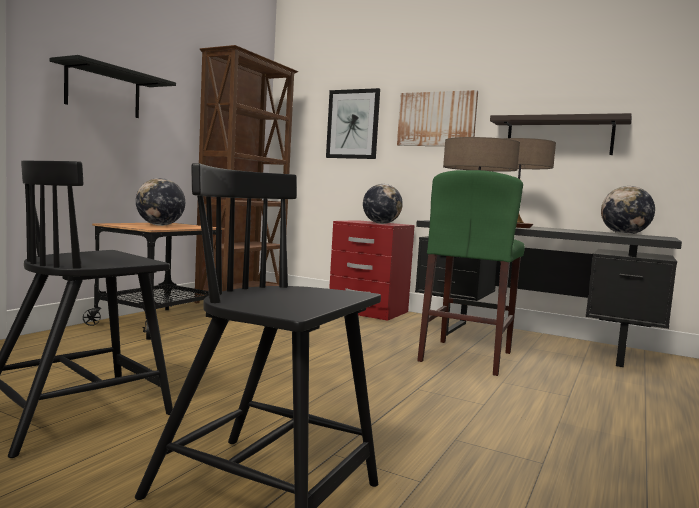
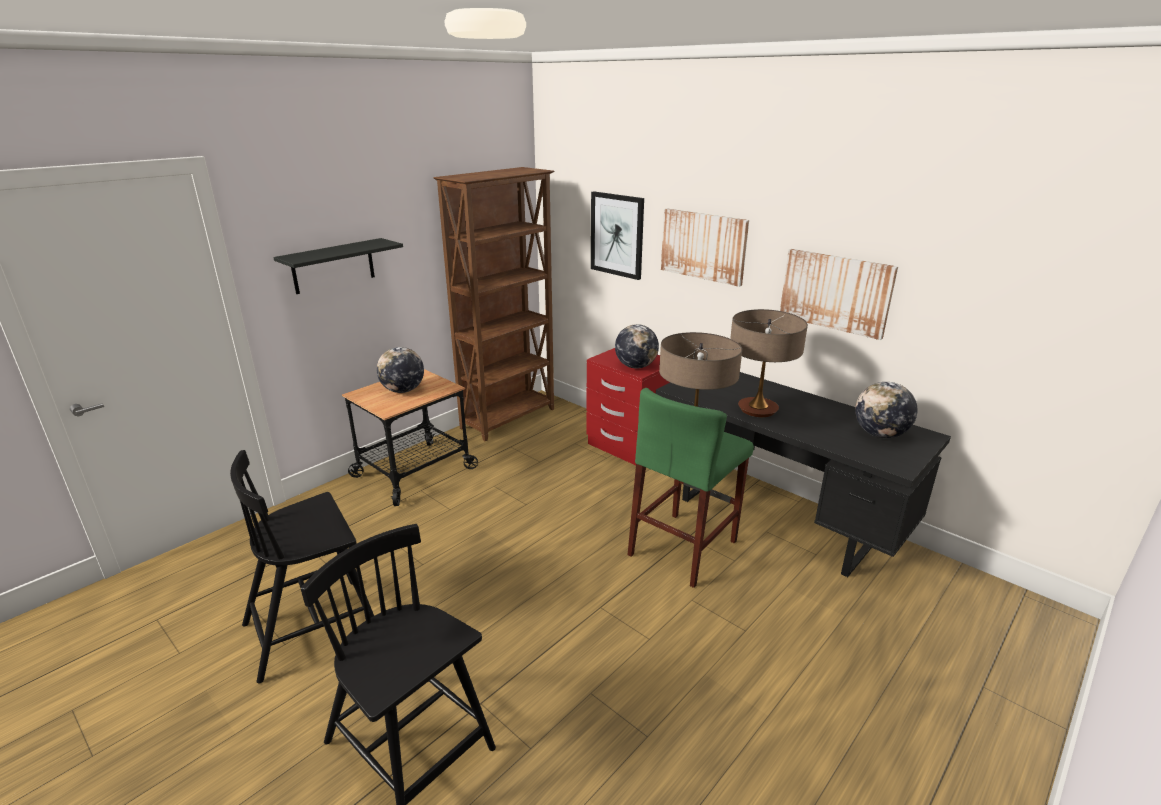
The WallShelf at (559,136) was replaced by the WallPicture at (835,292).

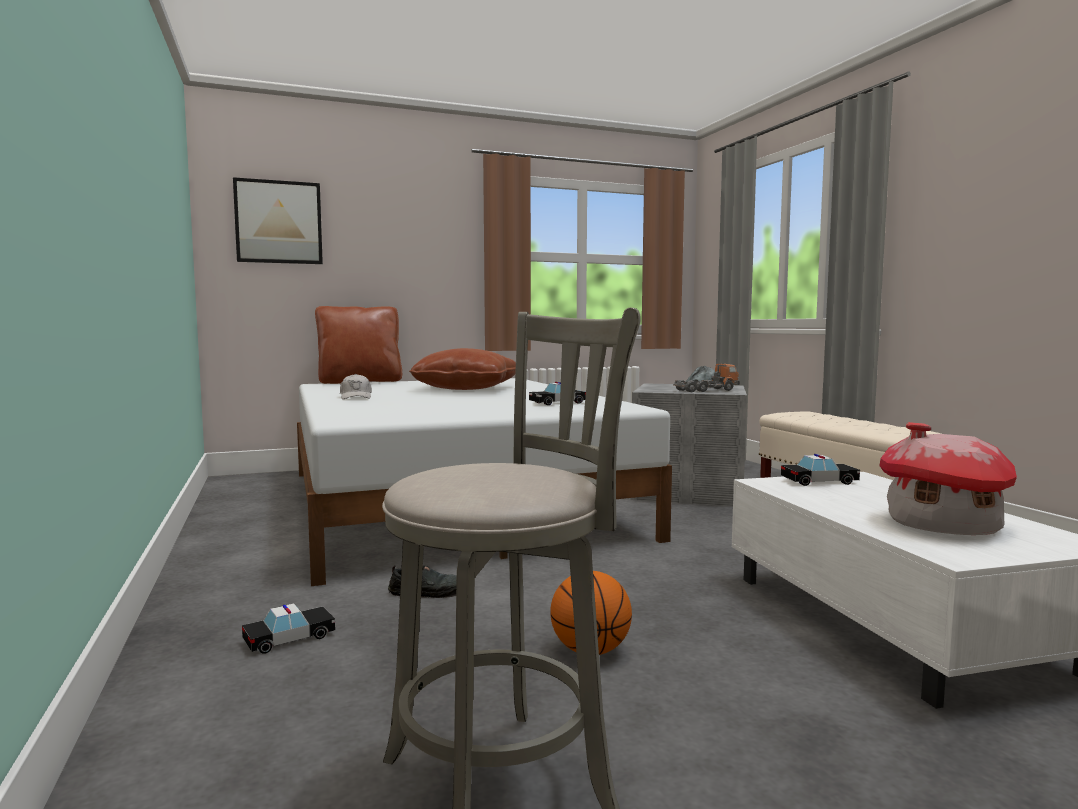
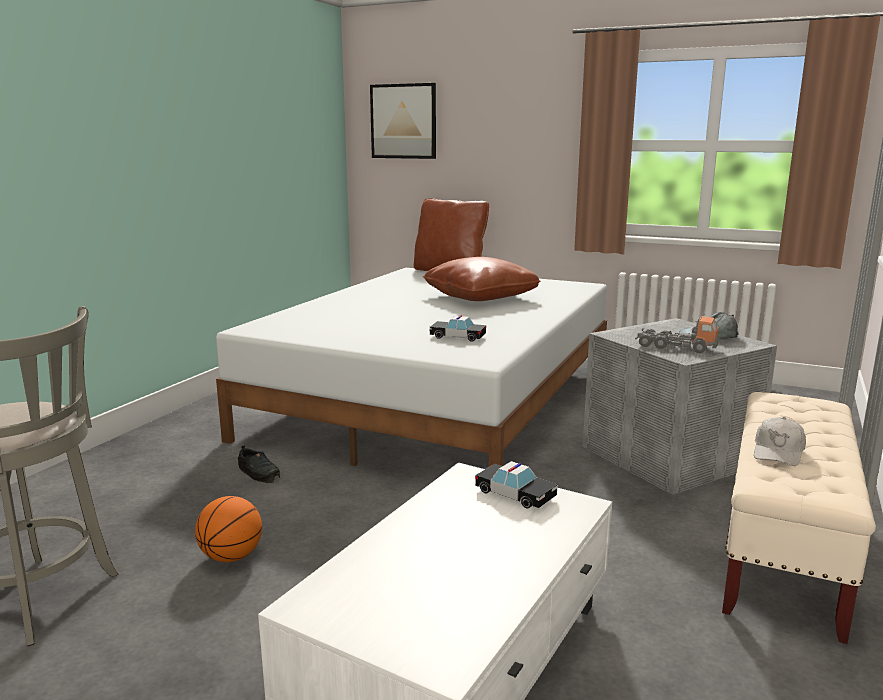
The ModelCar at (289,638) disappeared.
The WhiteColouredCap moved from (356,397) to (778,452).
The ToyHouse at (942,525) disappeared.

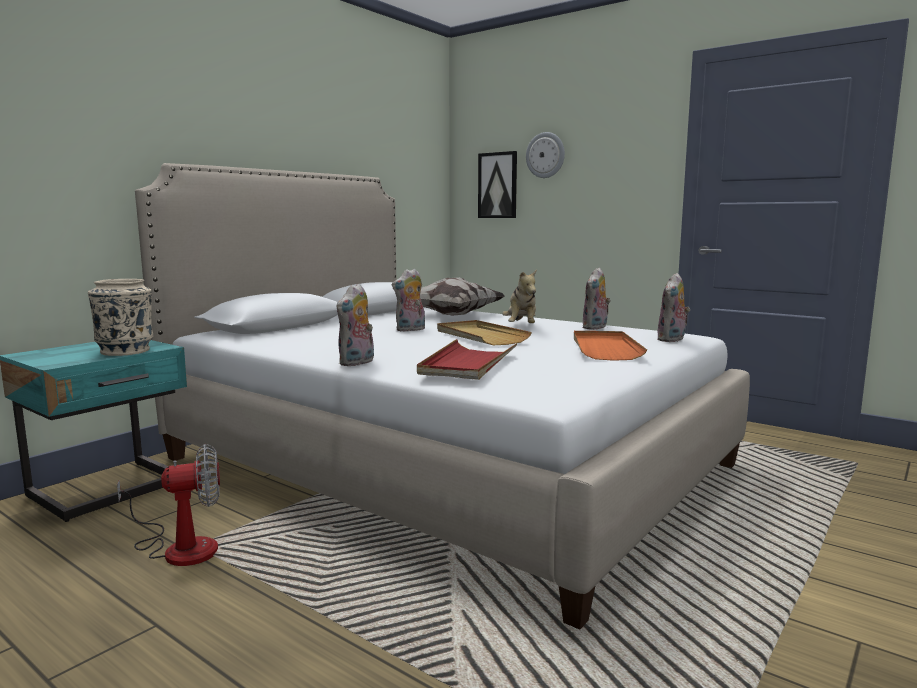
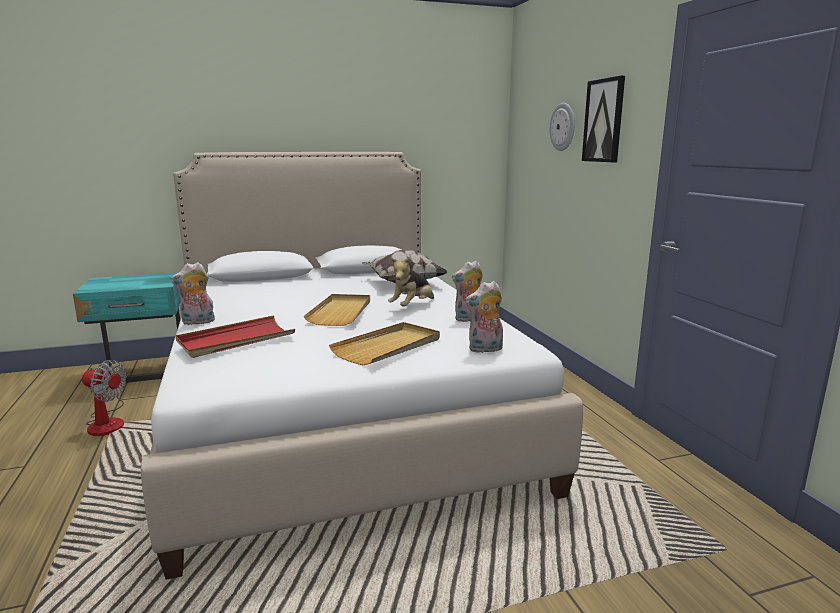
The BeigeFlowerVase at (126,351) disappeared.
The CuddlyToy at (410,330) disappeared.
The WallPicture moved from (498,185) to (604,121).
The OrangeyServingTray at (604,348) became the BeigeServingTray at (388,347).

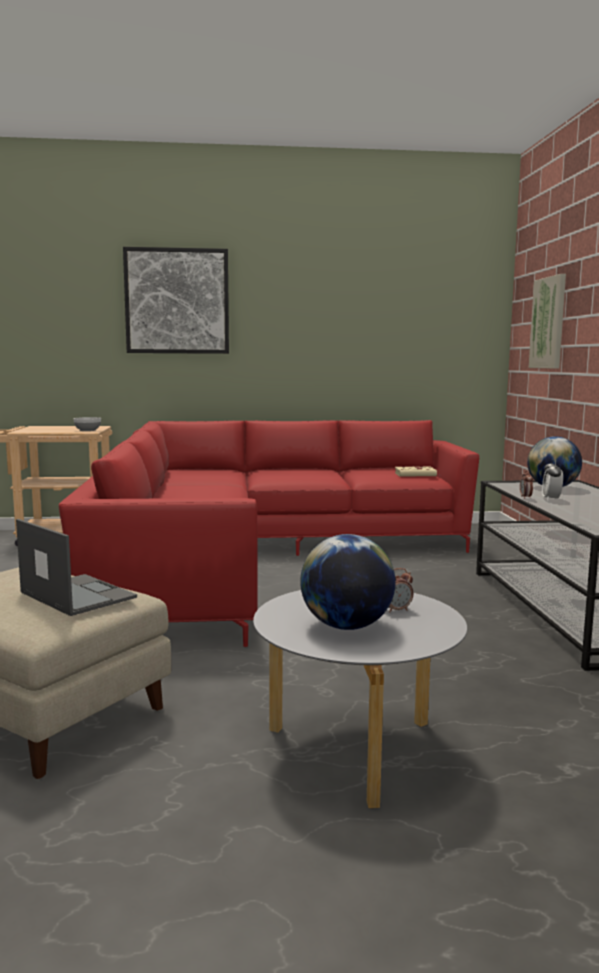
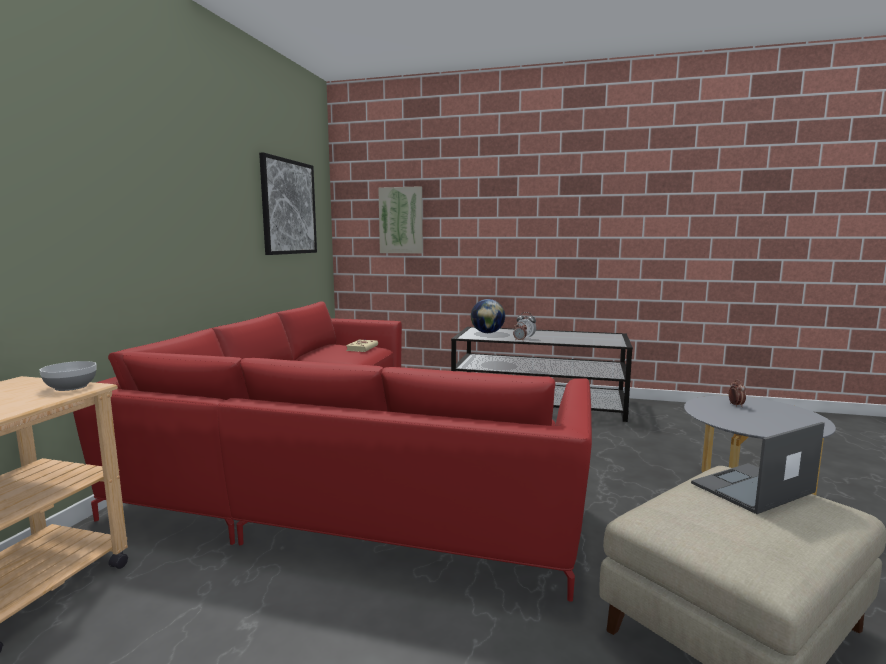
The WallPicture moved from (177,301) to (288,207).
The DeskGlobe at (346,626) disappeared.

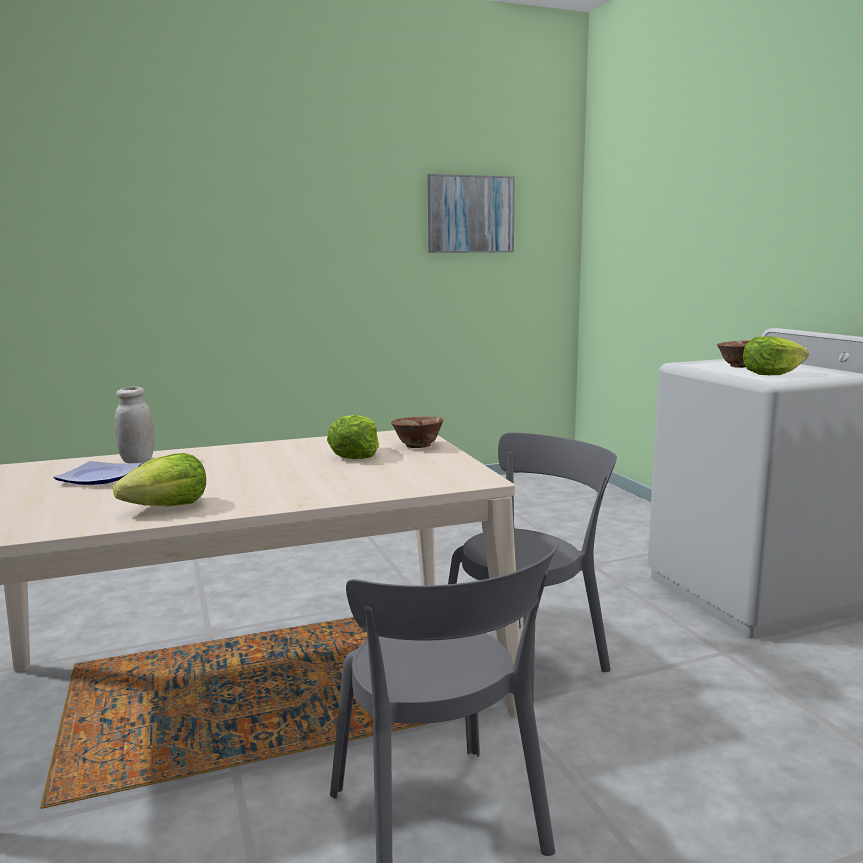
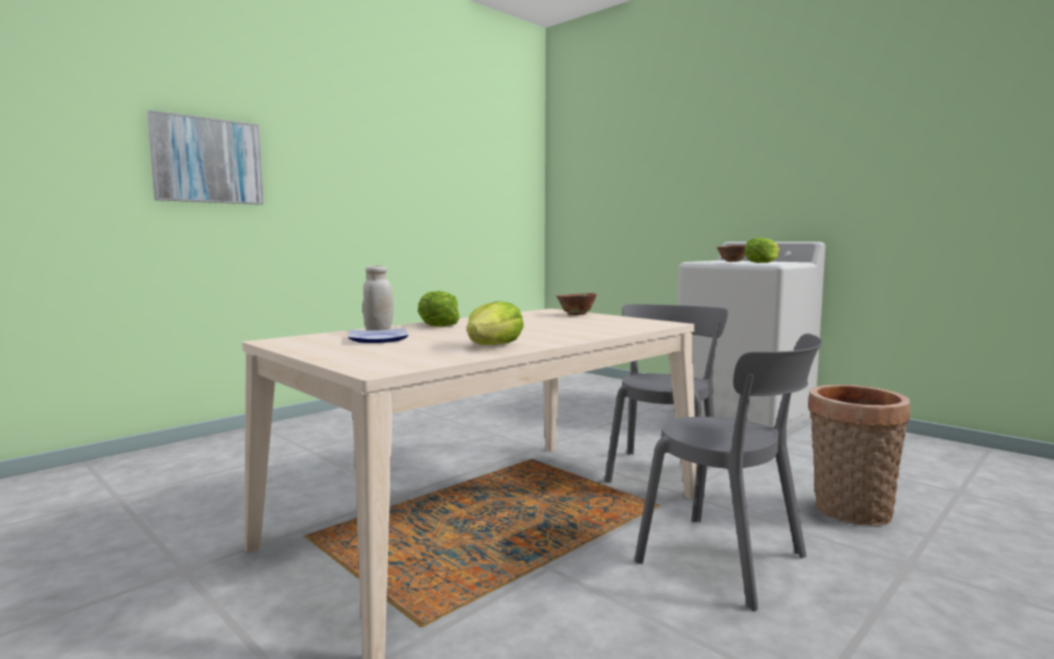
The HeadOfLettuce moved from (355,455) to (437,325).
The WallPicture moved from (470,214) to (207,160).
The Basket at (849,513) appeared.

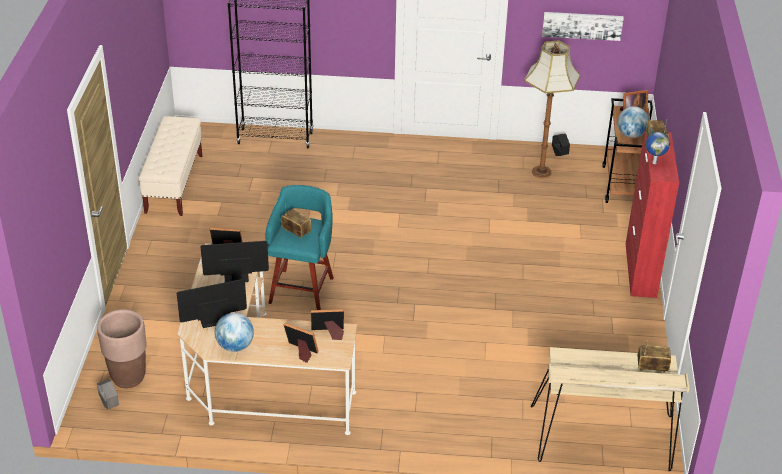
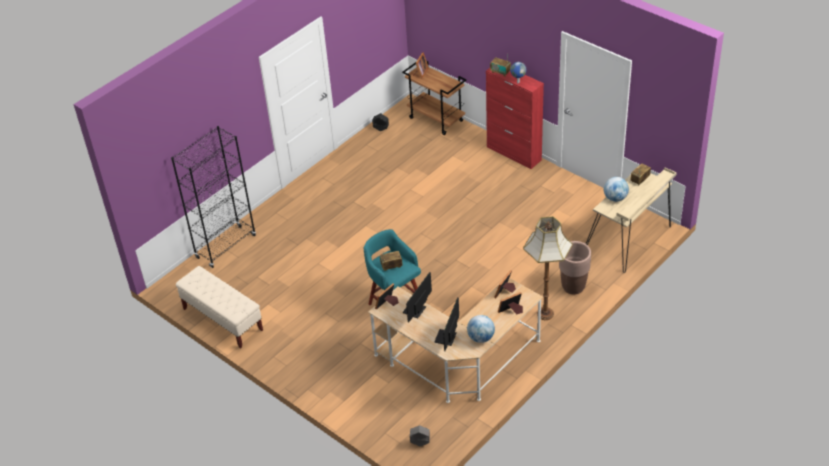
The BrownColouredPlanter moved from (128,377) to (573,287).
The StandingLamp moved from (542,173) to (546,314).
The WallPicture at (582,25) disappeared.
The DeskGlobe moved from (631,135) to (615,198).

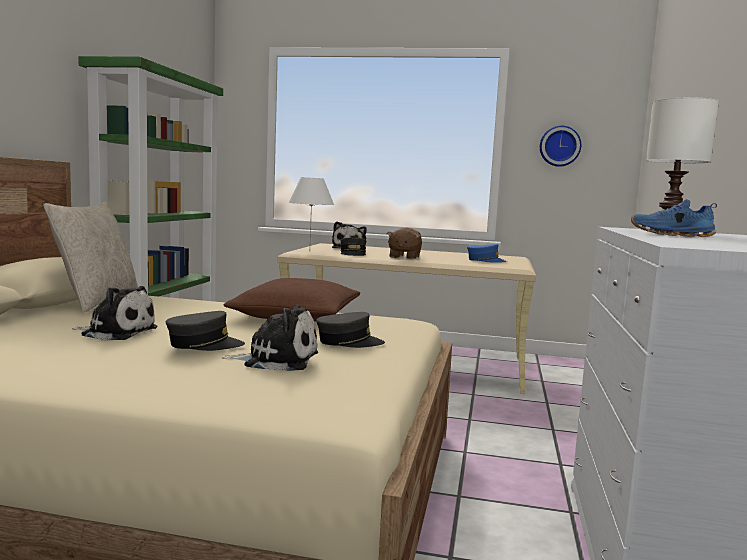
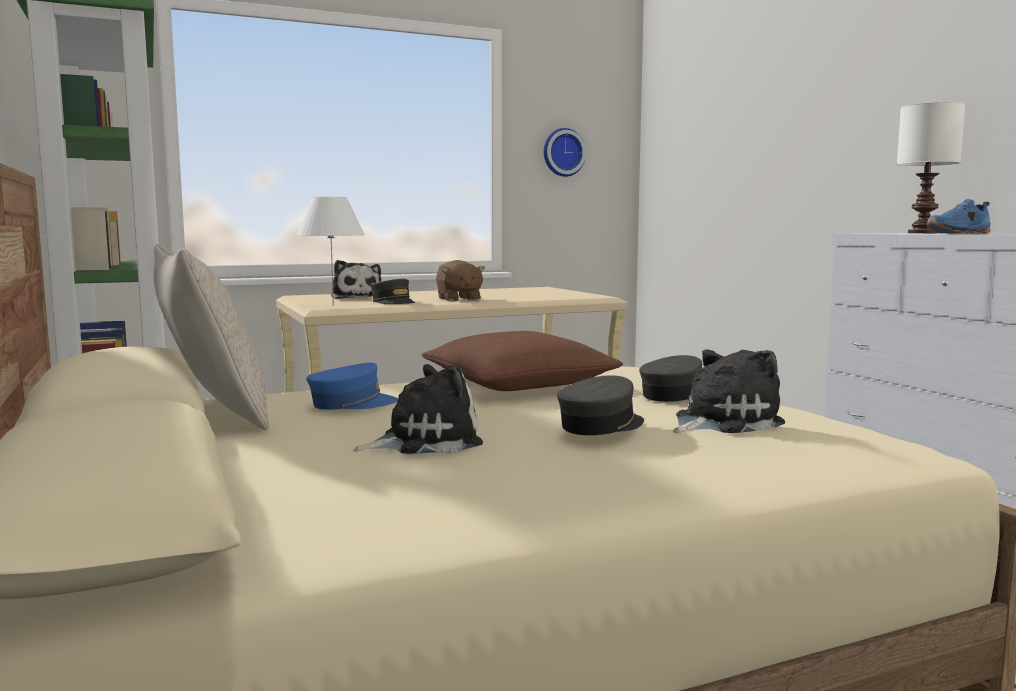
The BlueCap moved from (485,260) to (352,404).

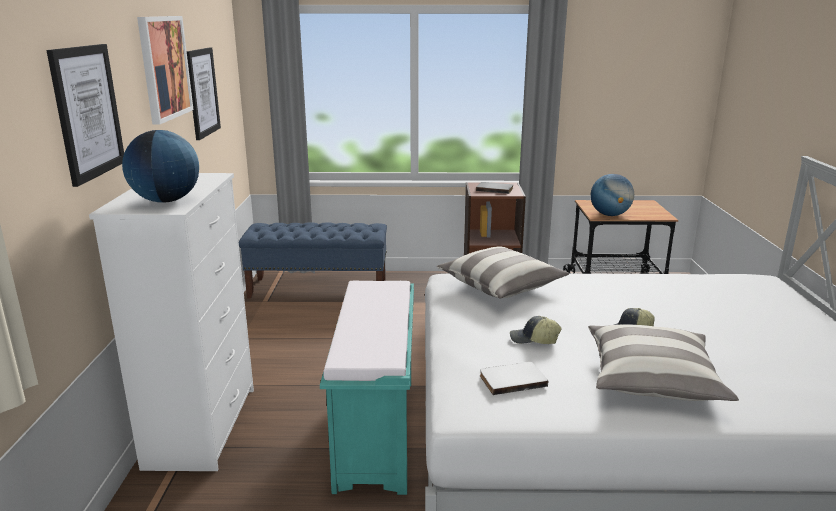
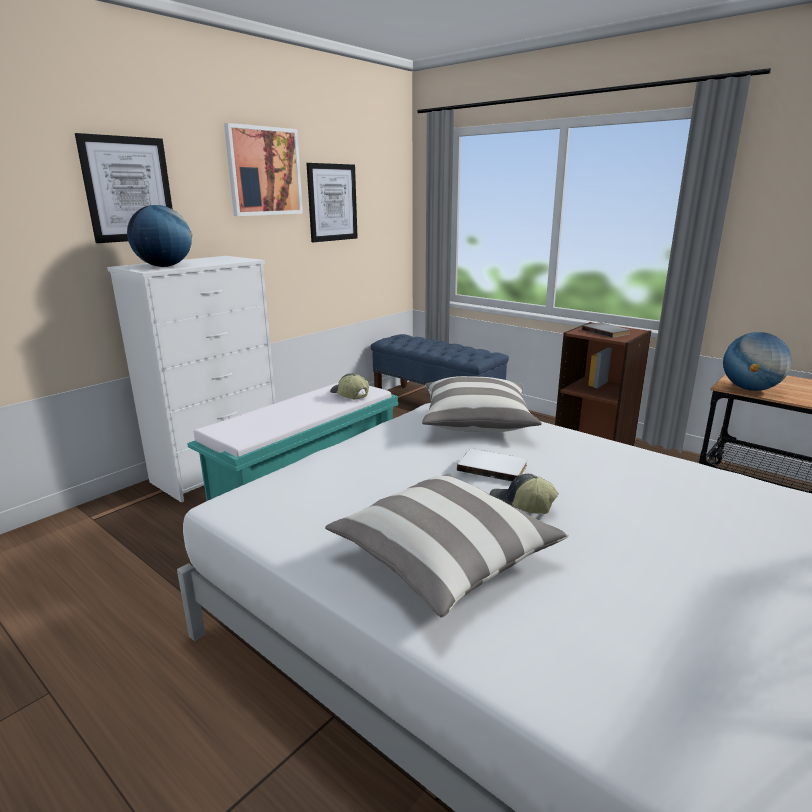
The WhiteColouredBoundBook moved from (511,379) to (493,467).
The Cap moved from (533,340) to (349,395).

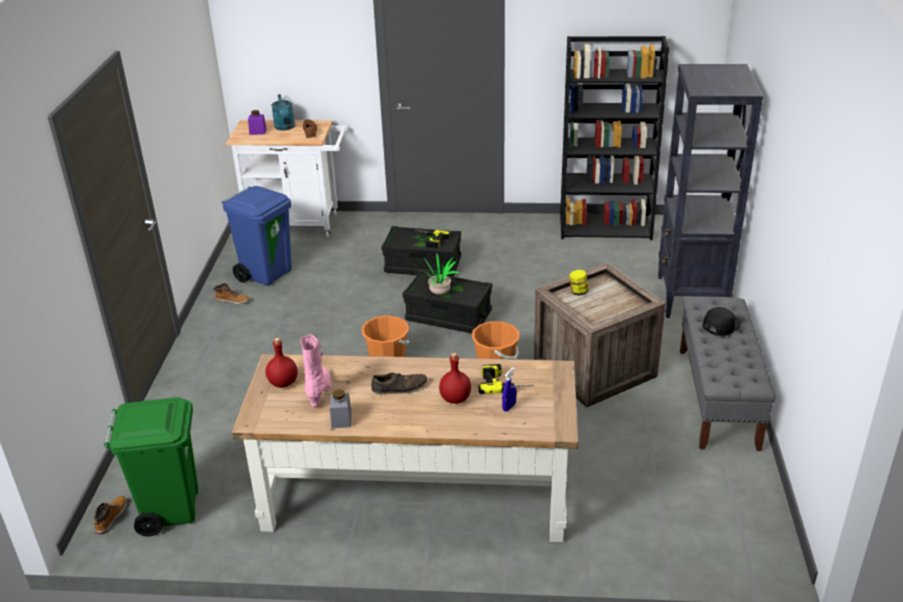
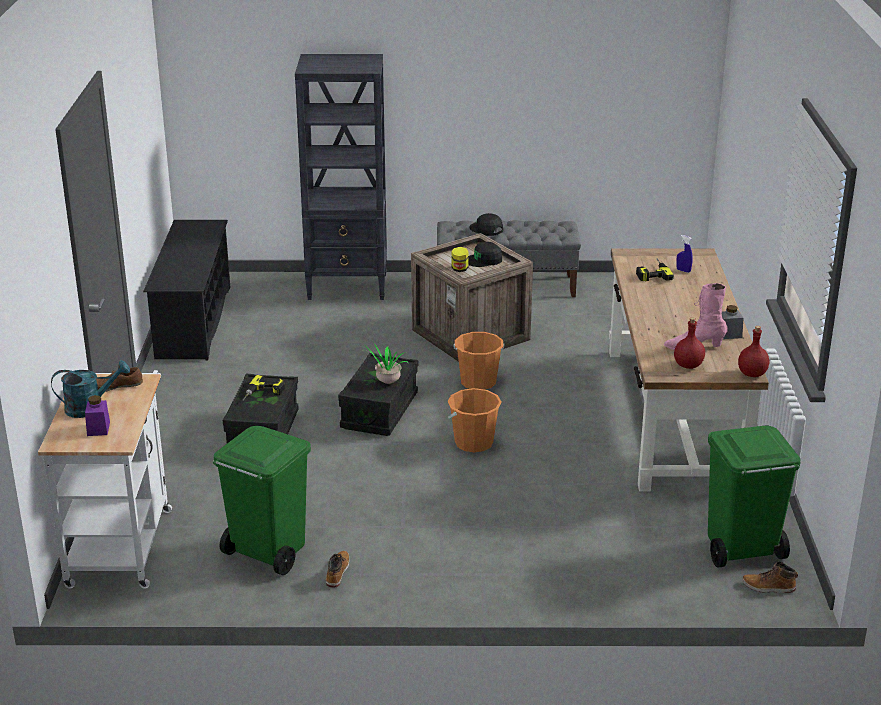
The BlueWasteBin at (267,274) became the GreenWasteBin at (267,552).
The BrownColouredItemOfFootwear at (399,387) disappeared.
The RedBeverageBottle moved from (455,398) to (751,374).
The BlackBookshelf at (606,227) was replaced by the BlackShoeRack at (194,322).
The BlackCap at (484,260) appeared.

